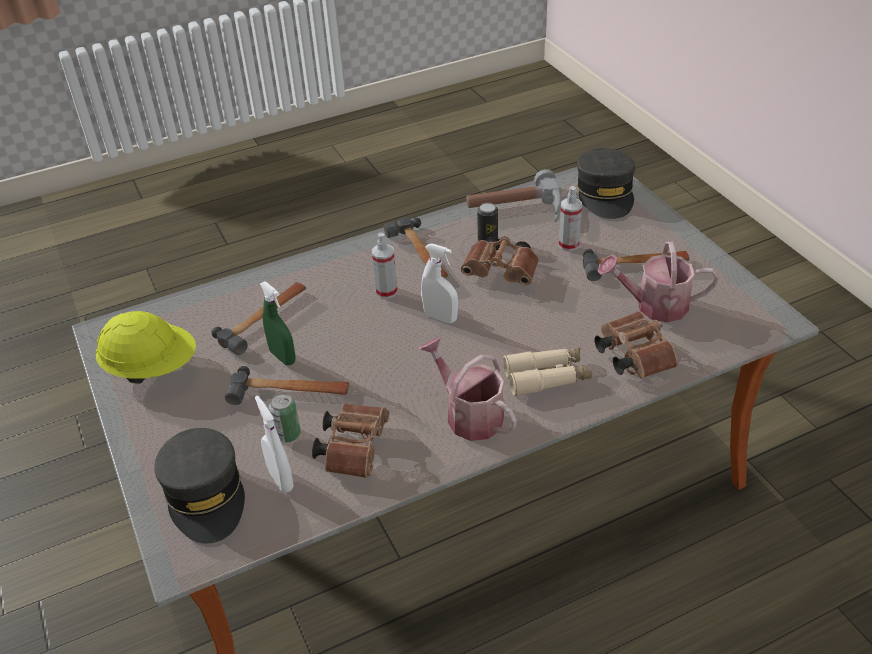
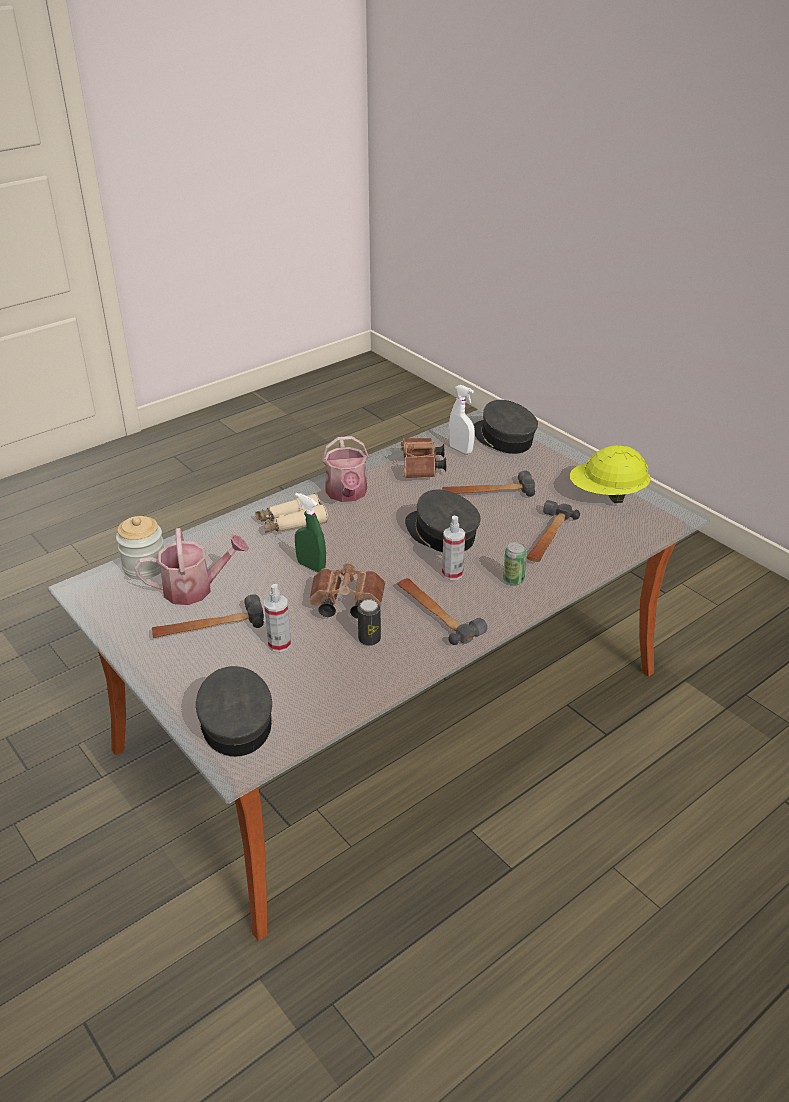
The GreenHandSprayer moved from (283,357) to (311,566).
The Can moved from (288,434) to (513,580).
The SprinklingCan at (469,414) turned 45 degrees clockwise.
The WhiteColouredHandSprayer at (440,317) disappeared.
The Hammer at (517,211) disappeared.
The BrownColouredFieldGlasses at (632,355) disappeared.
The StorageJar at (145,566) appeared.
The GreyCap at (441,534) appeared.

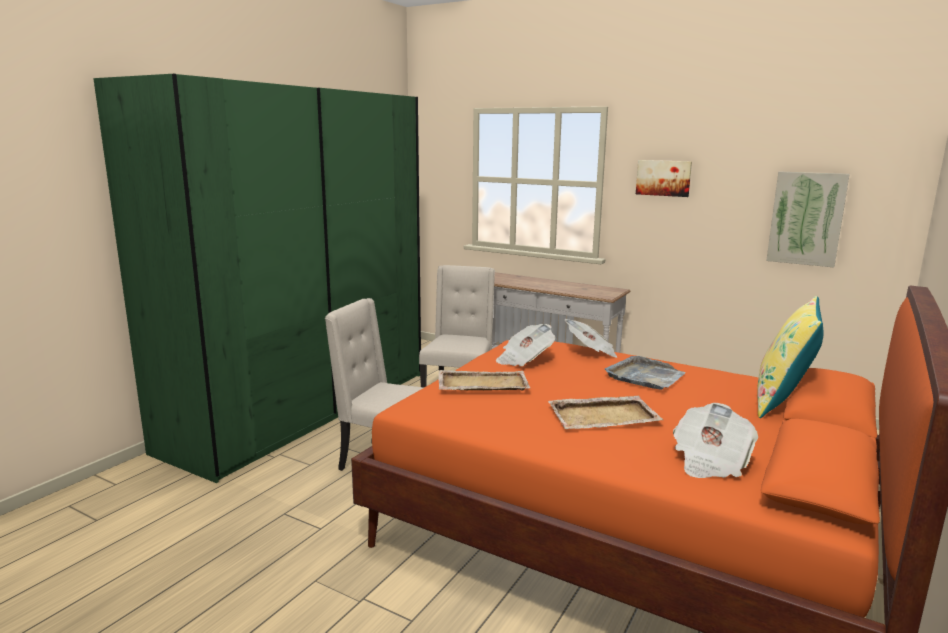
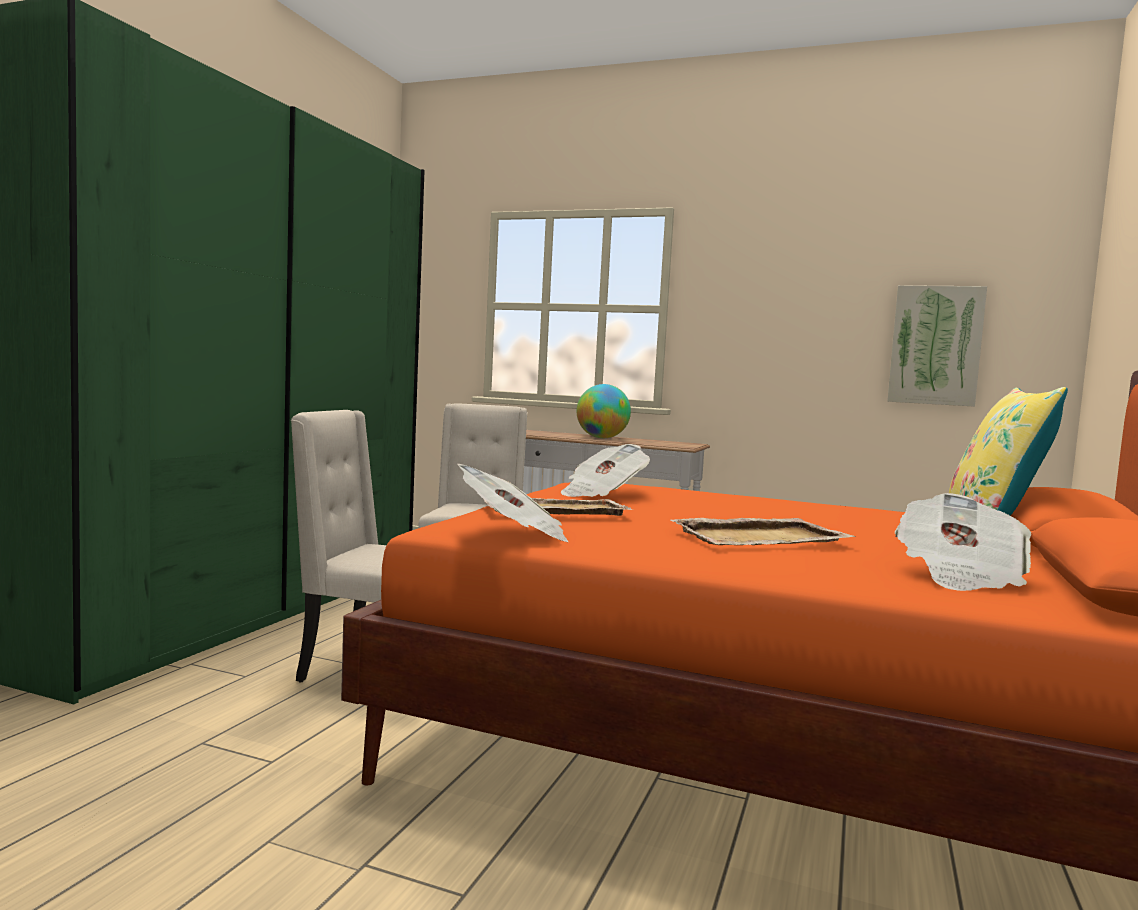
The DailyPaper moved from (591,352) to (514,534).
The GreyServingTray at (645,376) disappeared.
The WallPicture at (663,178) disappeared.
The DeskGlobe at (602,438) appeared.

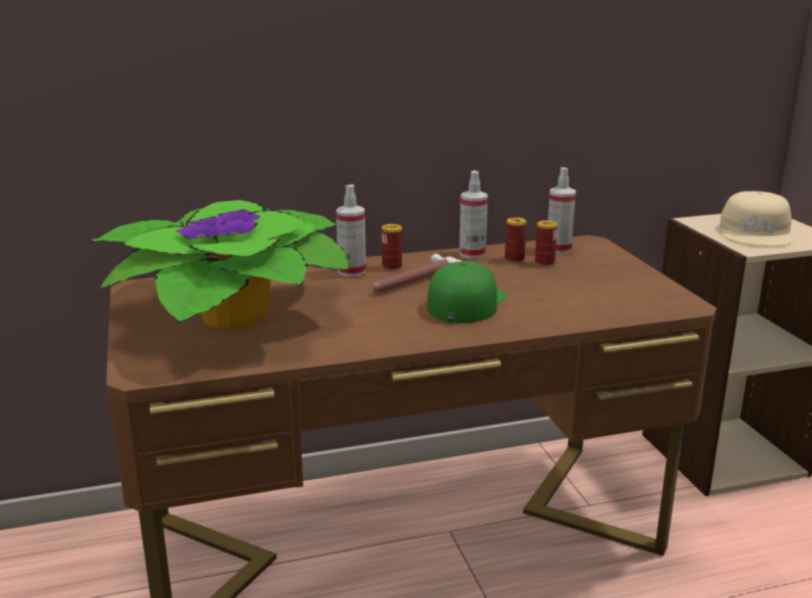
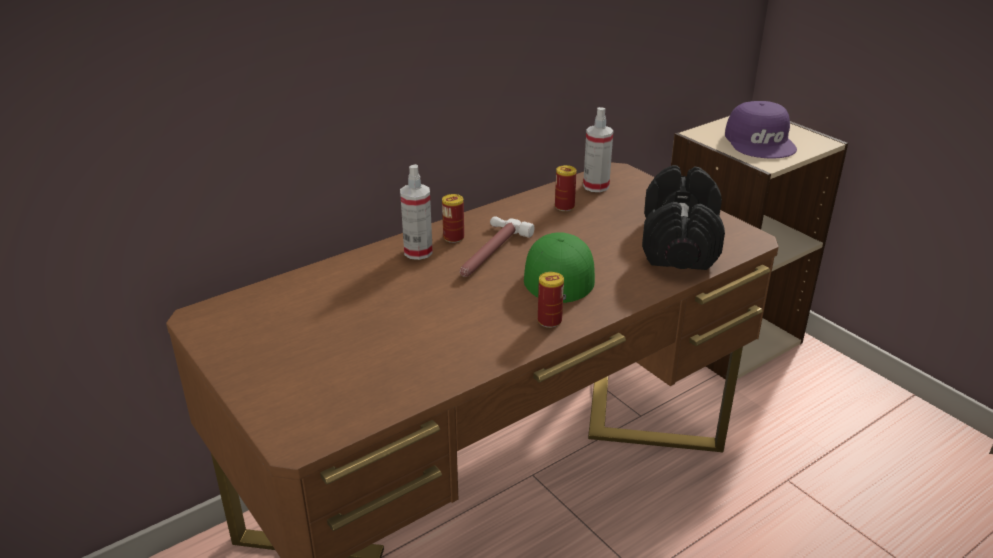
The PlantInAPot at (227,316) disappeared.
The HandSprayer at (472,254) disappeared.
The Can moved from (544,262) to (549,321).
The BeigeCap at (757,233) became the PurpleCap at (761,141).
The BlackHandWeight at (680,244) appeared.

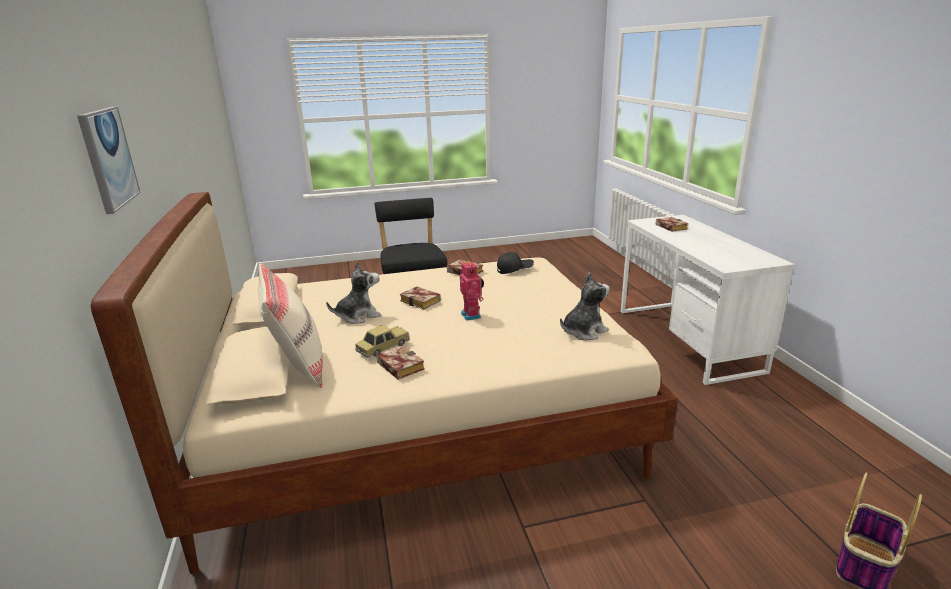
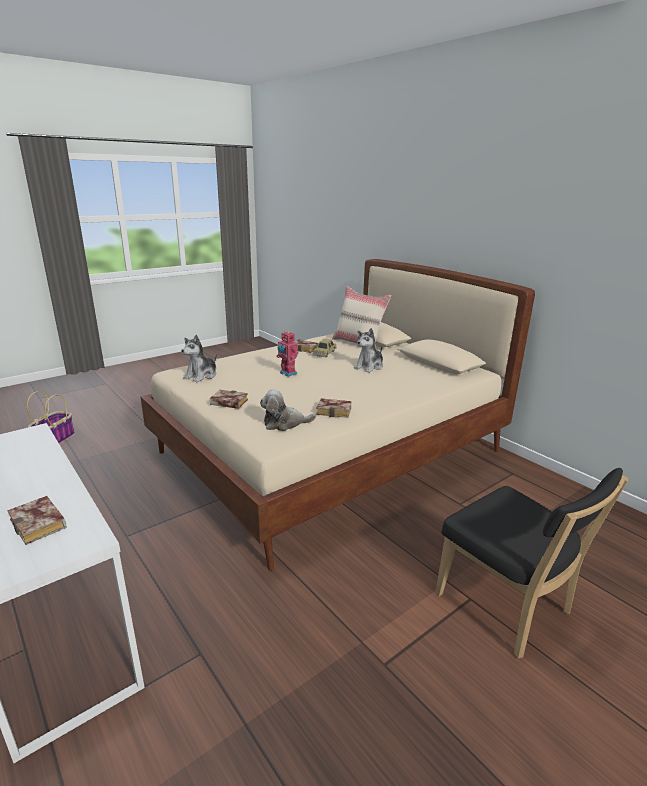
The WallPicture at (108,158) disappeared.
The BoundBook moved from (422,301) to (227,403).
The BlackCap at (514,270) was replaced by the CuddlyToy at (284,423).

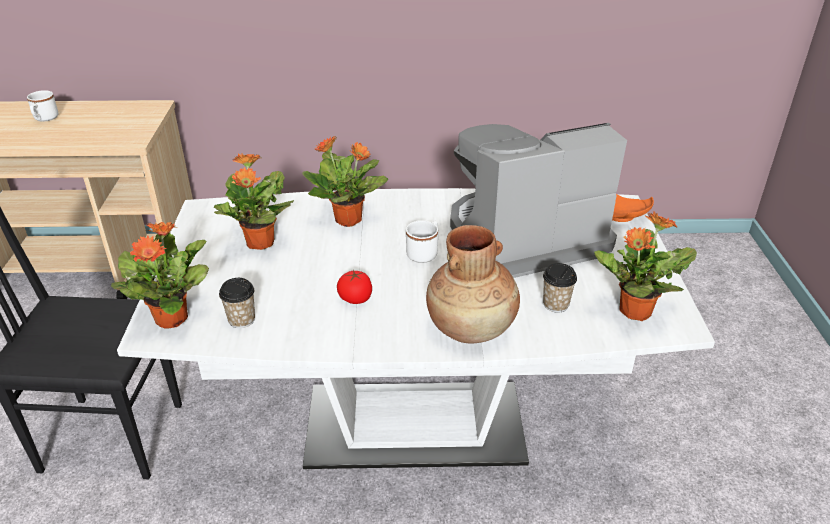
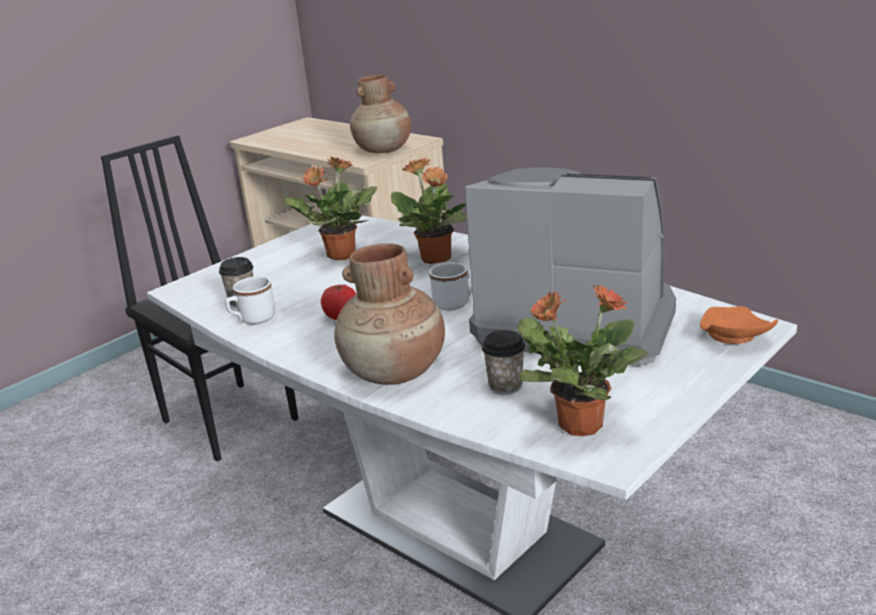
The WhiteColouredTeaMug moved from (44,119) to (252,319).
The PlantInAPot at (172,318) disappeared.
The BrownColouredFlowerVase at (384,150) appeared.

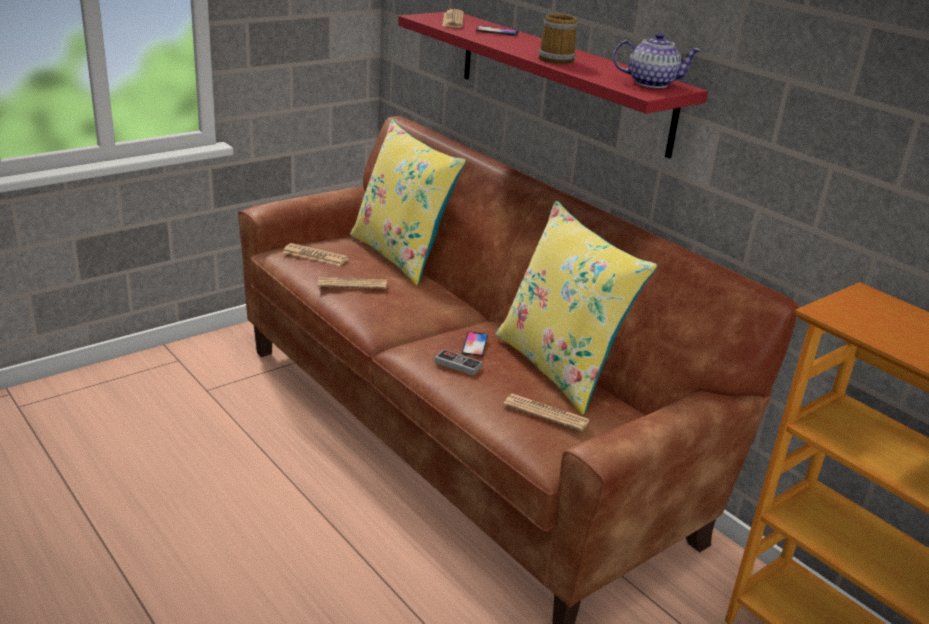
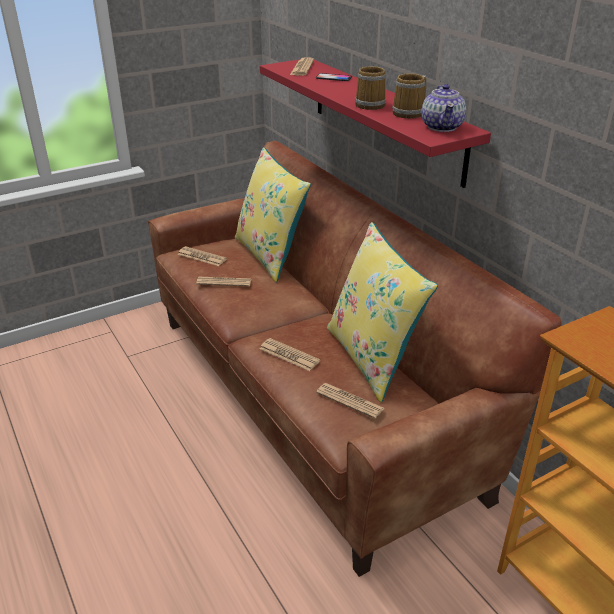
The GameController at (458,365) was replaced by the DailyPaper at (289,355).
The Telephone at (474,345) disappeared.
The Teapot at (651,83) turned 75 degrees clockwise.
The TeaMug at (410,113) appeared.

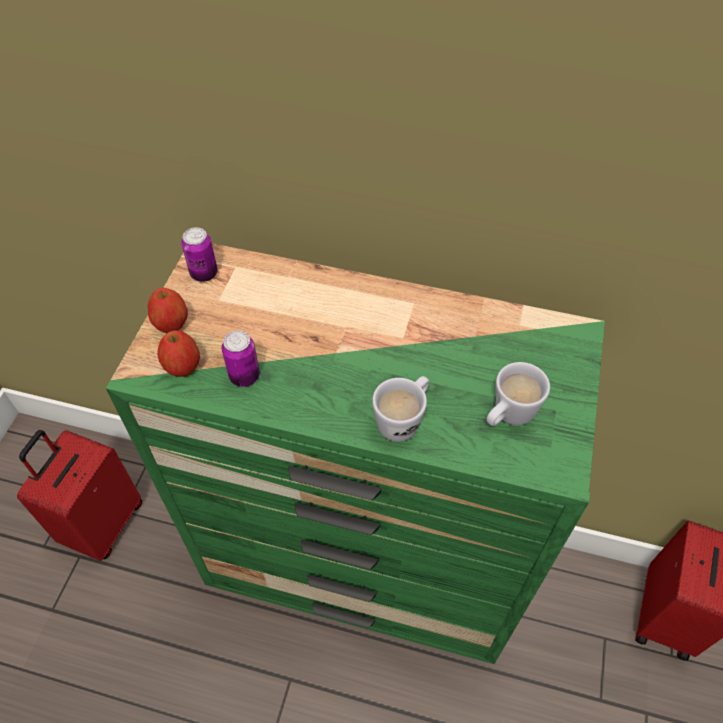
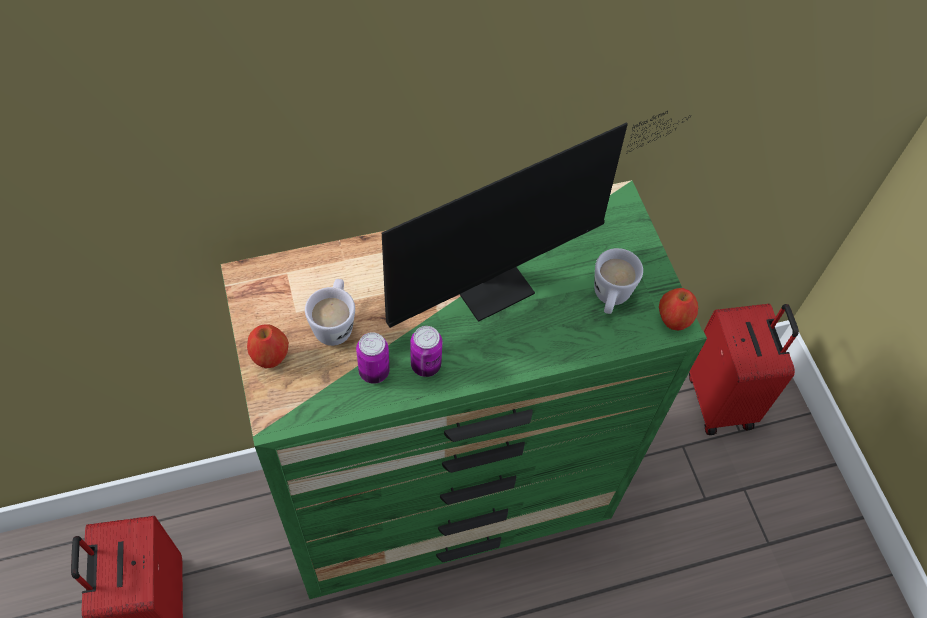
The WholeApple moved from (183,367) to (673,320).
The Can moved from (204,274) to (426,365).
The WhiteColouredTeaMug moved from (403,420) to (335,323).
The ComputerScreen at (501,280) appeared.

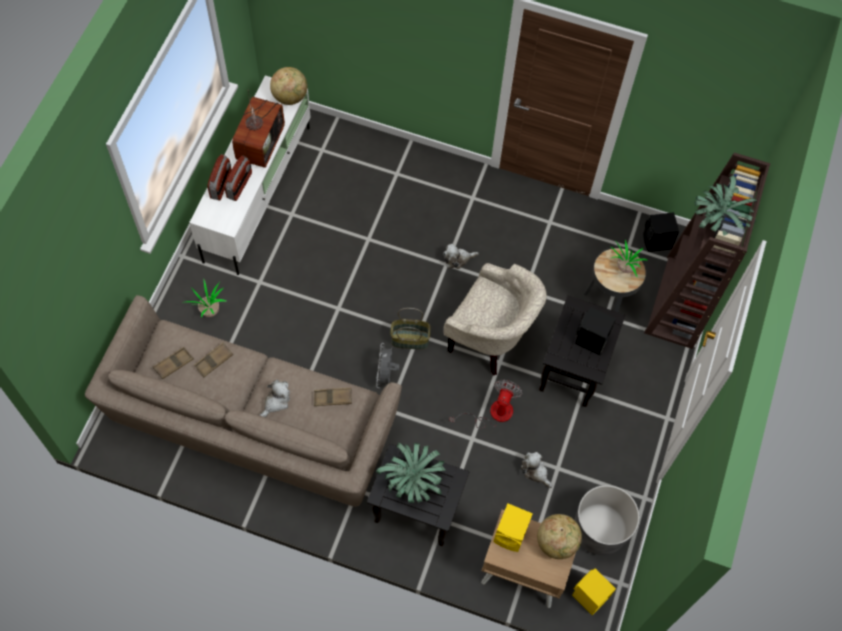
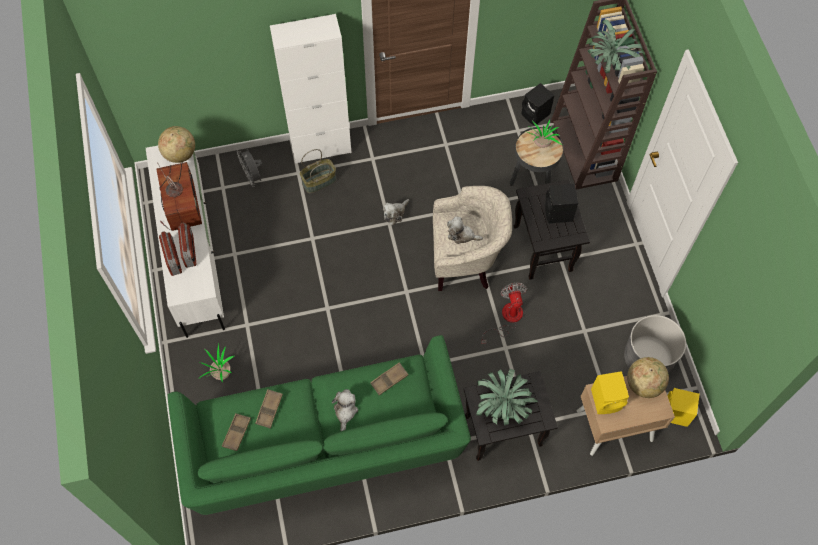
The BeigeSettee at (252,425) became the GreenSettee at (324,445).
The GreyFan moved from (386,375) to (253,176).
The Basket moved from (410,339) to (319,181).
The CuddlyToy moved from (535,472) to (462,235).
The WhiteColouredCupboard at (321,147) appeared.

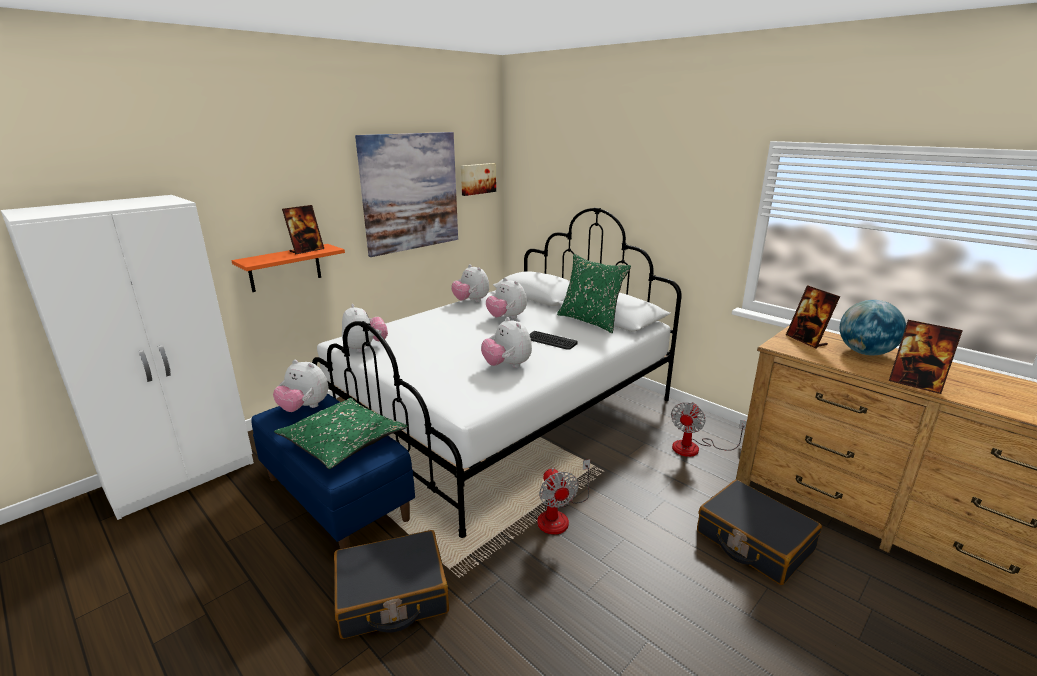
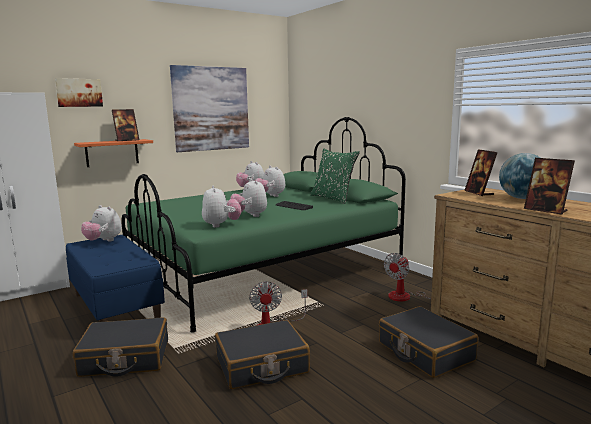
The GreenThrowPillow at (343,443) disappeared.
The WhiteColouredSleepingBed at (503,413) became the GreenSleepingBed at (263,270).
The CuddlyToy moved from (365,347) to (221,225).
The WallPicture moved from (477,179) to (79,93).
The BlackSuitcase at (261,365) appeared.

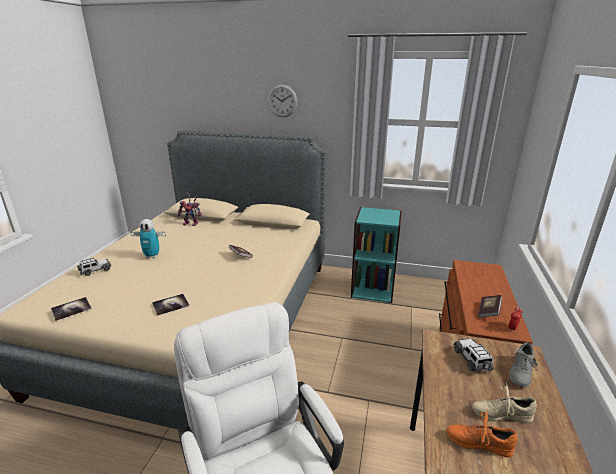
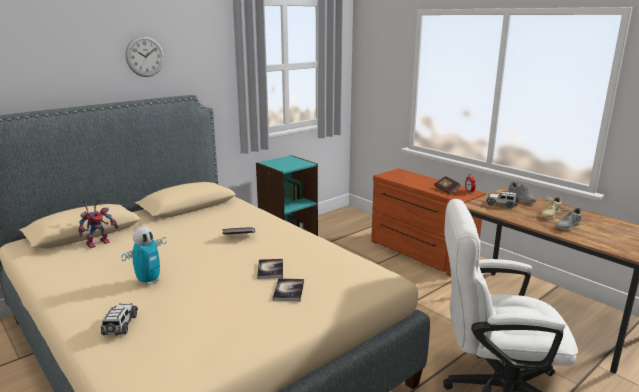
The BoundBook moved from (71,309) to (270,269).
The OrangeyItemOfFootwear at (478,442) became the GreyItemOfFootwear at (567,226).

